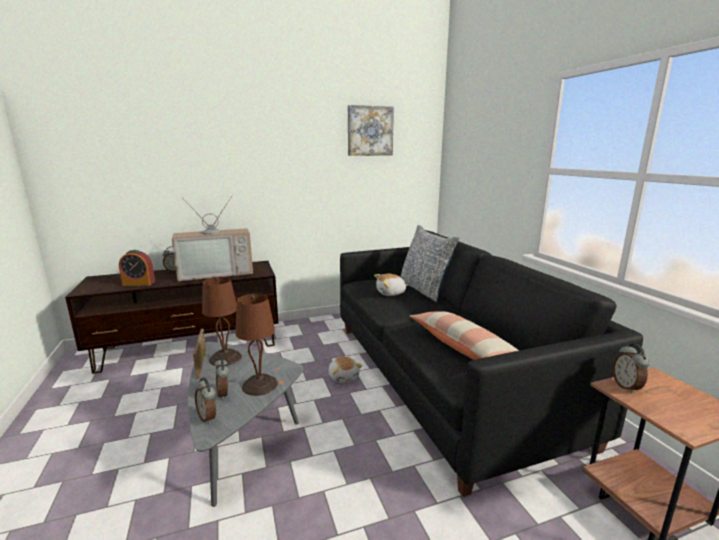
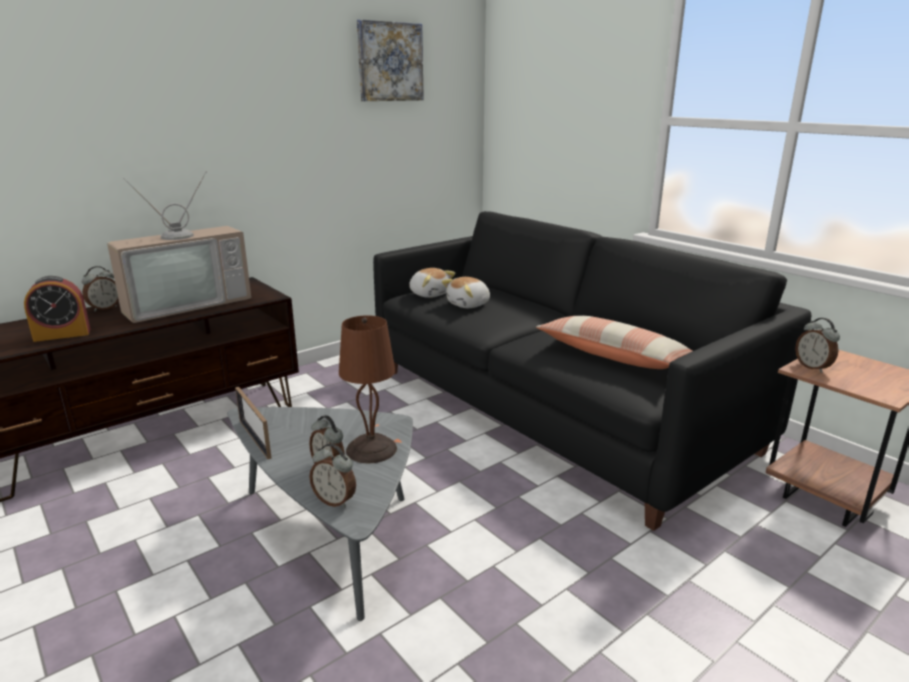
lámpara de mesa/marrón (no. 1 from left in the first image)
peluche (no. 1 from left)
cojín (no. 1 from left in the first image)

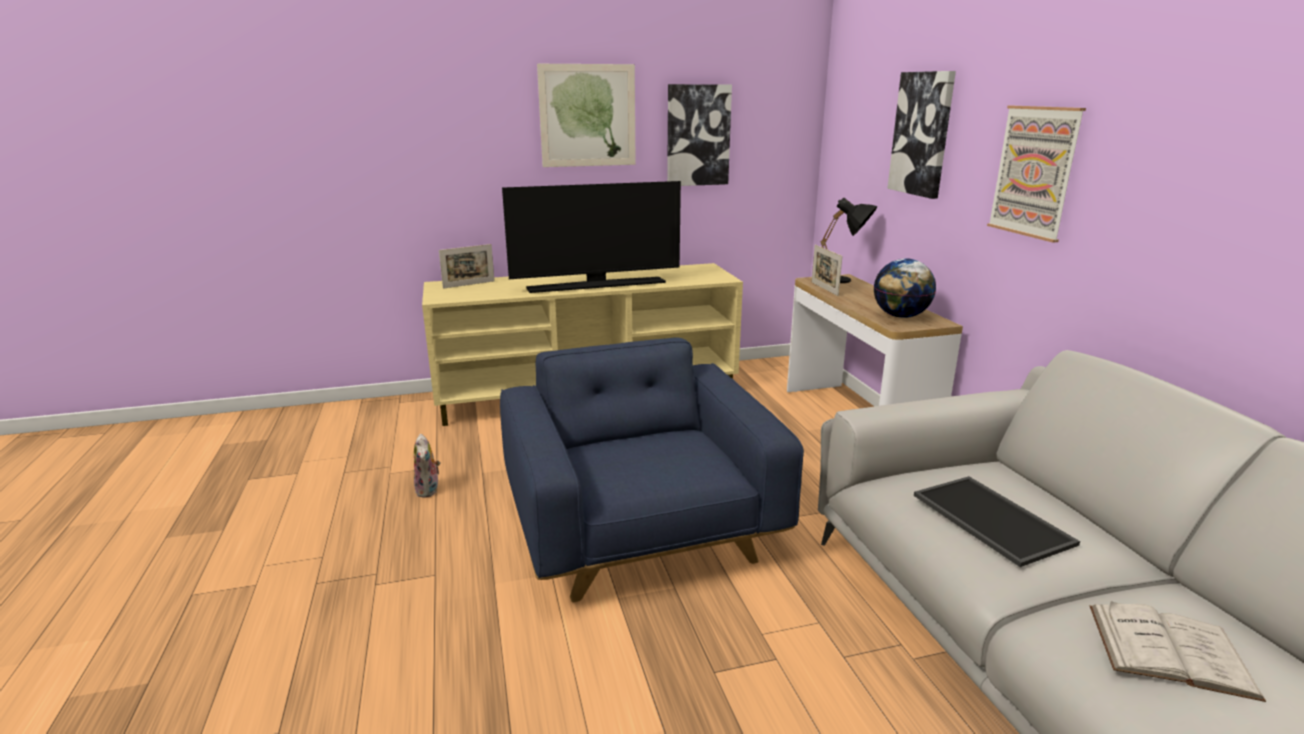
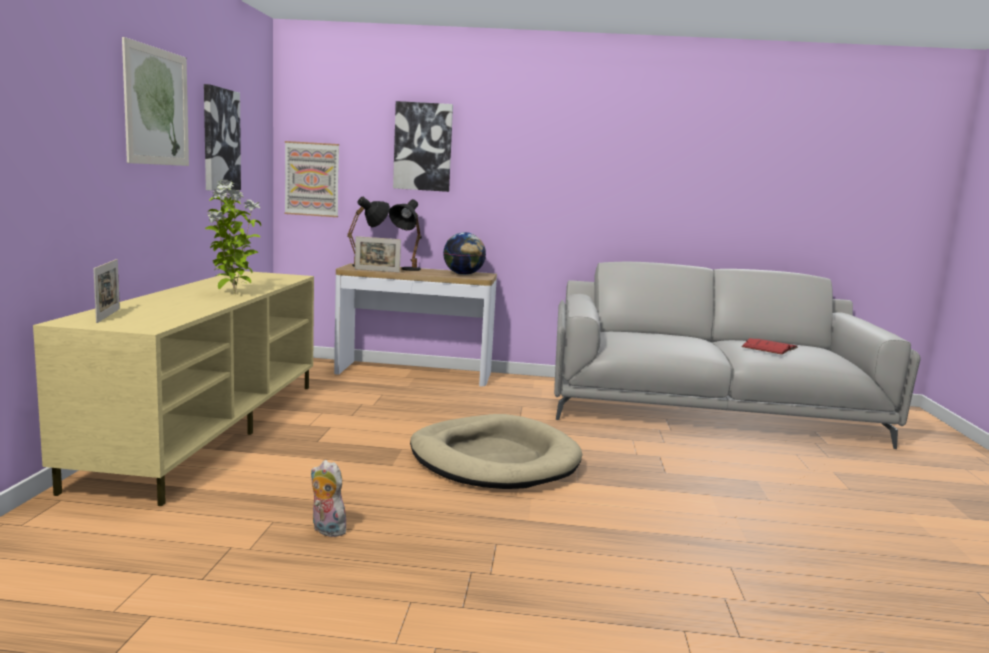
peluche
cama para perro/beis
planta en maceta
bandeja
cuadro (no. 3 from left)
libro/rojo
lámpara de mesa/negro (no. 2 from left)

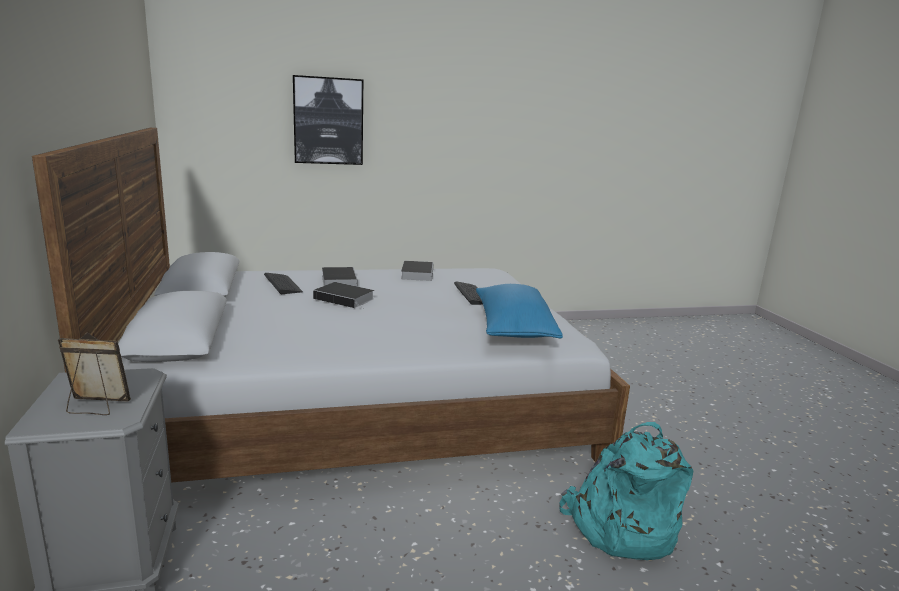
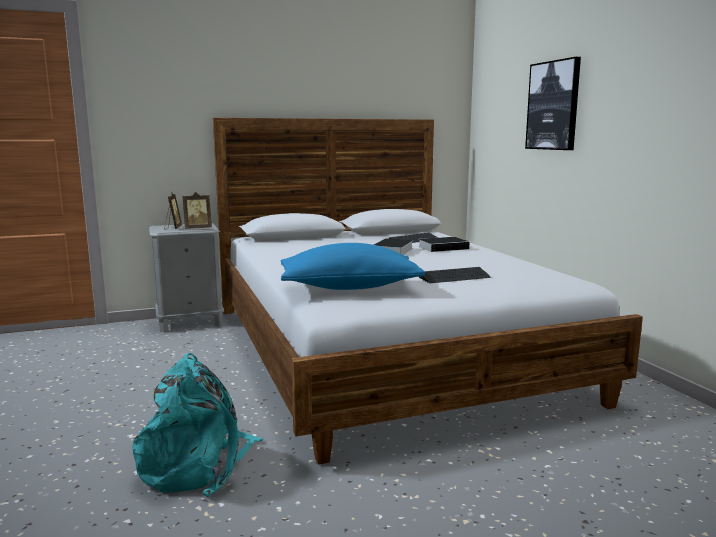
libro (no. 3 from left in the first image)
portarretratos (no. 2 from left)

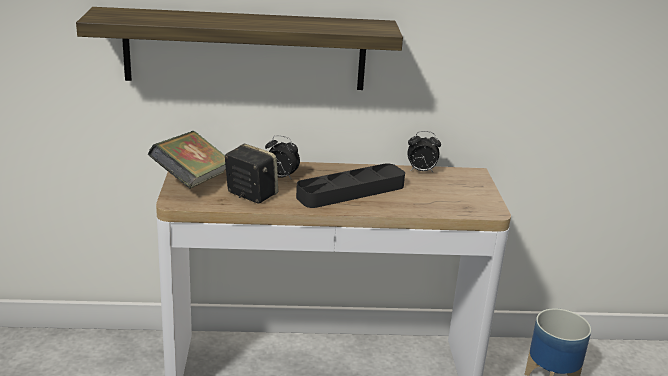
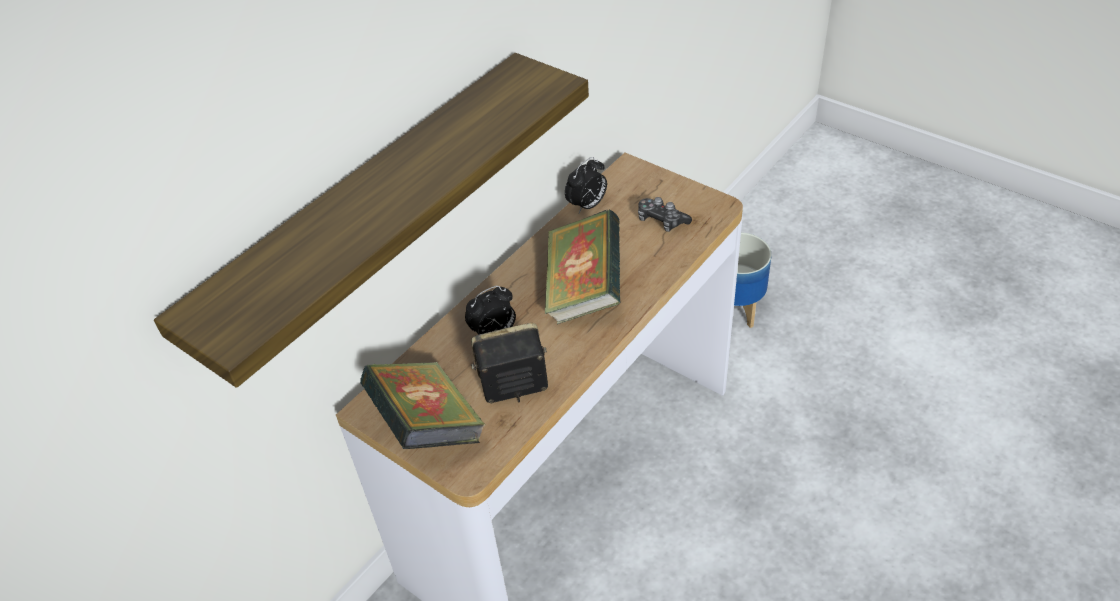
libro (no. 2 from left)
mando de consola

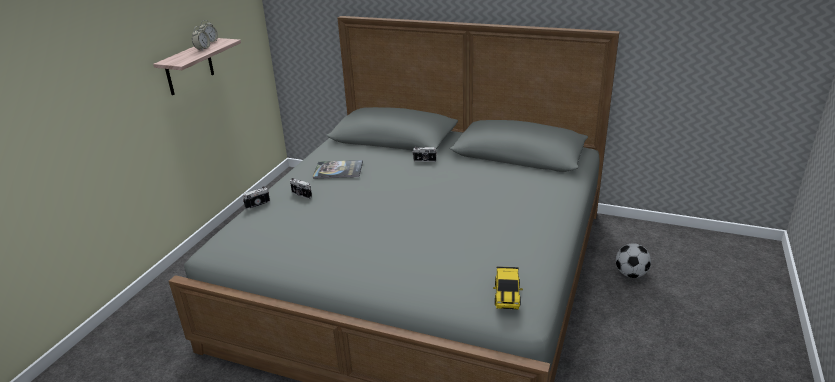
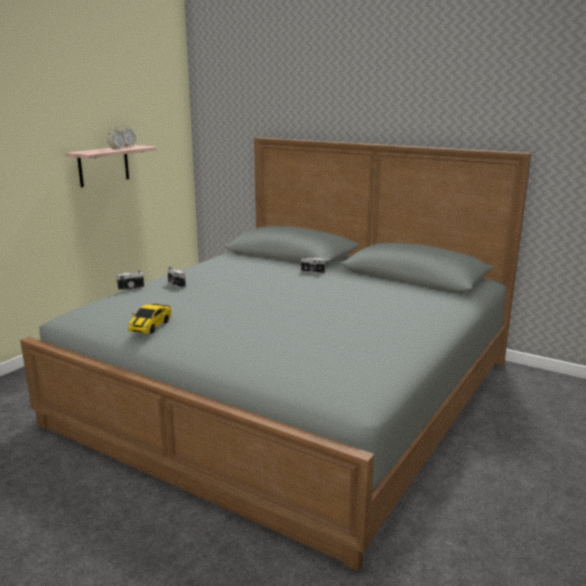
libro
coche de juguete
balón de fútbol

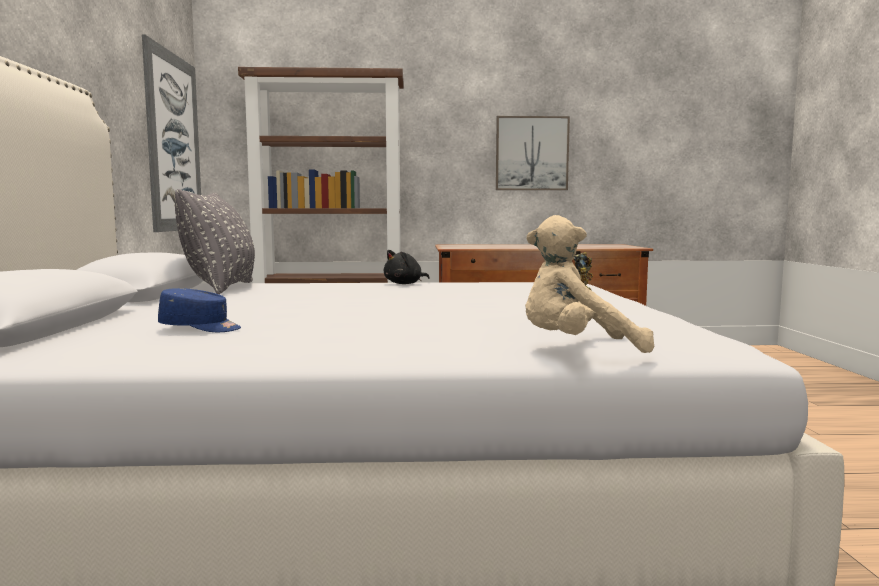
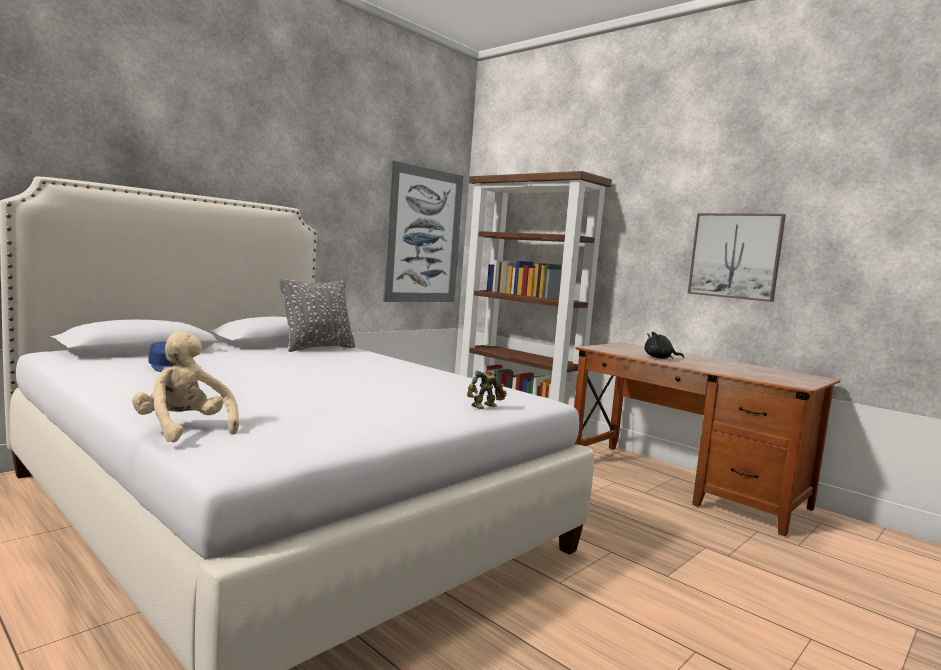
peluche/negro

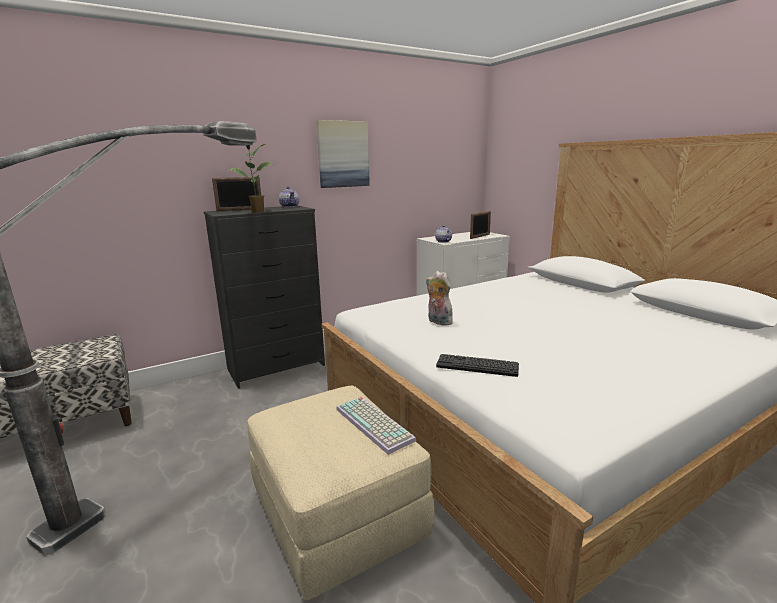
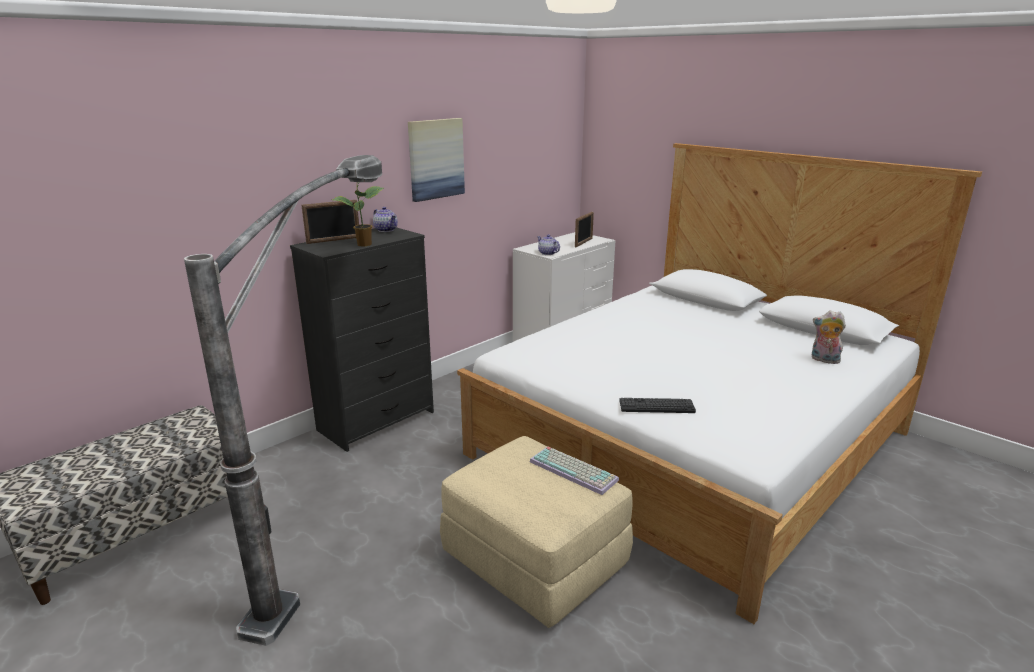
peluche

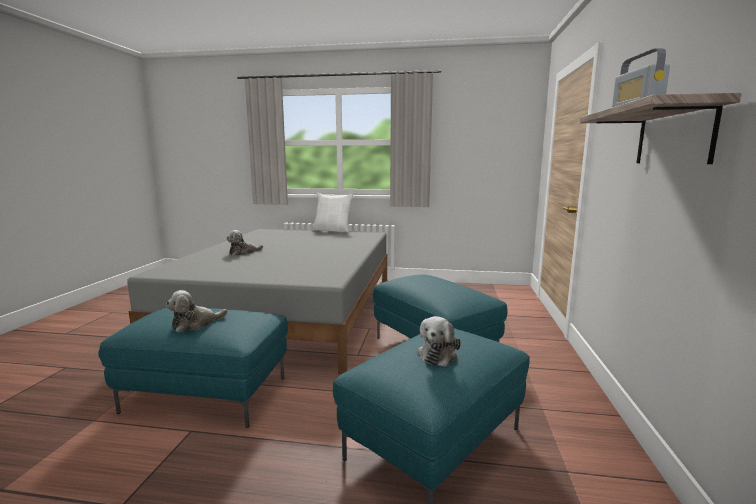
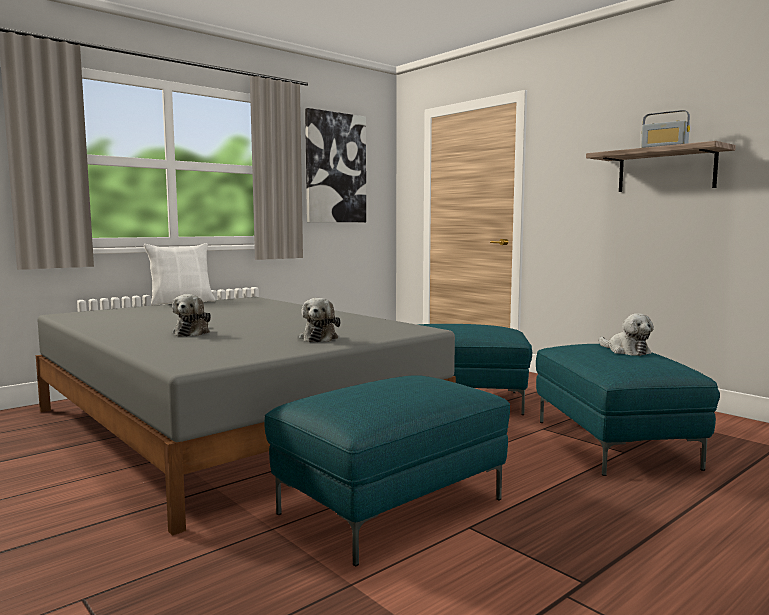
peluche (no. 2 from left)
cuadro

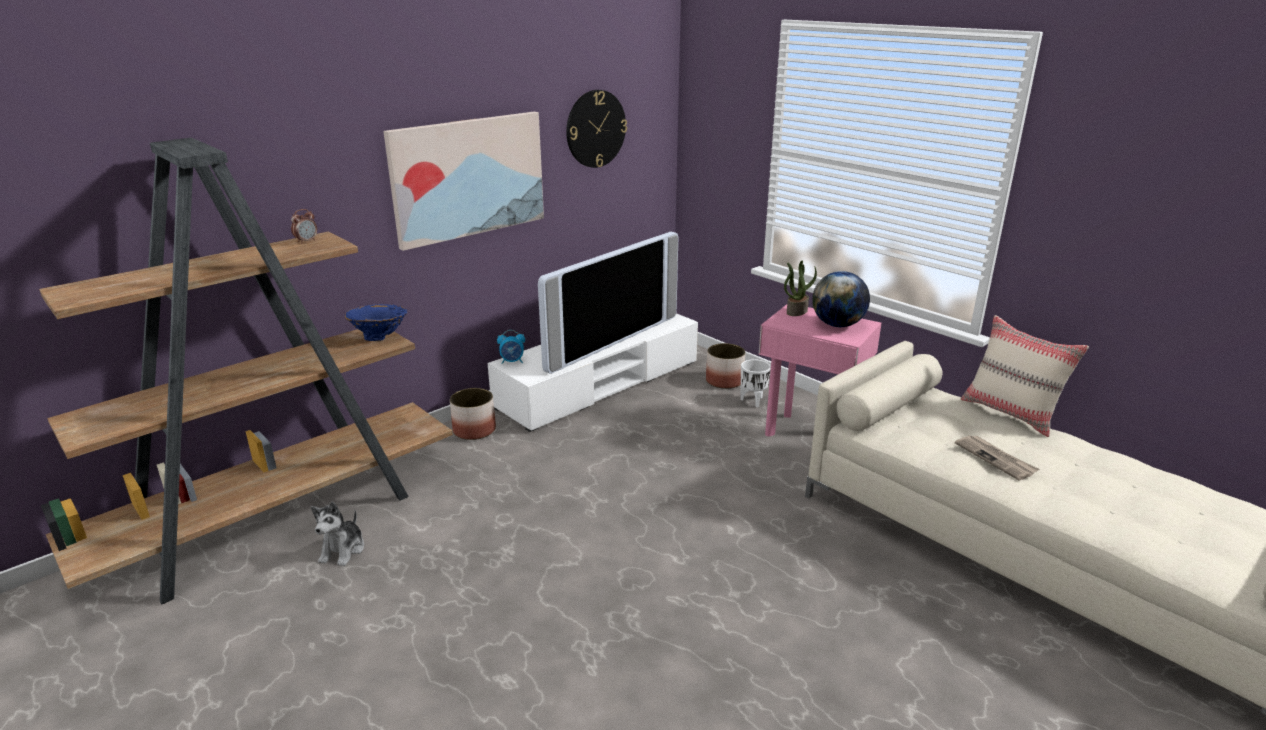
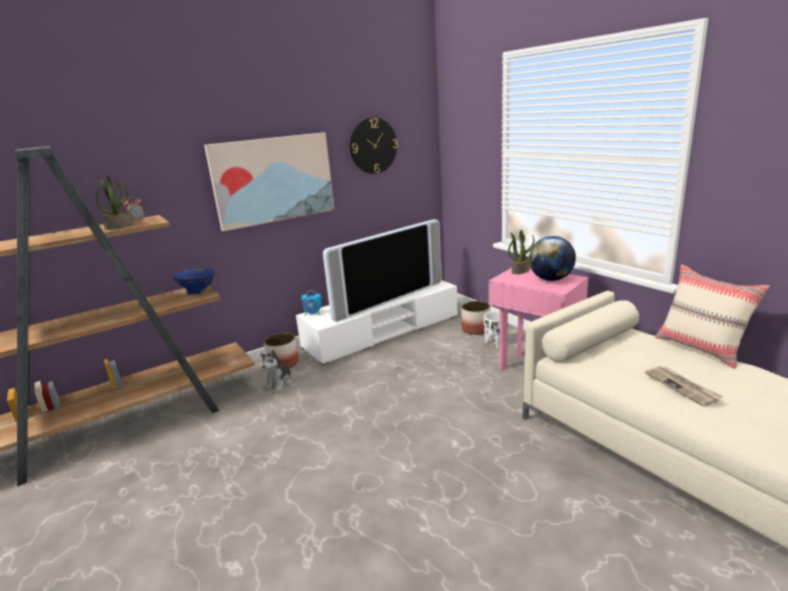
peluche
planta en maceta (no. 1 from left)

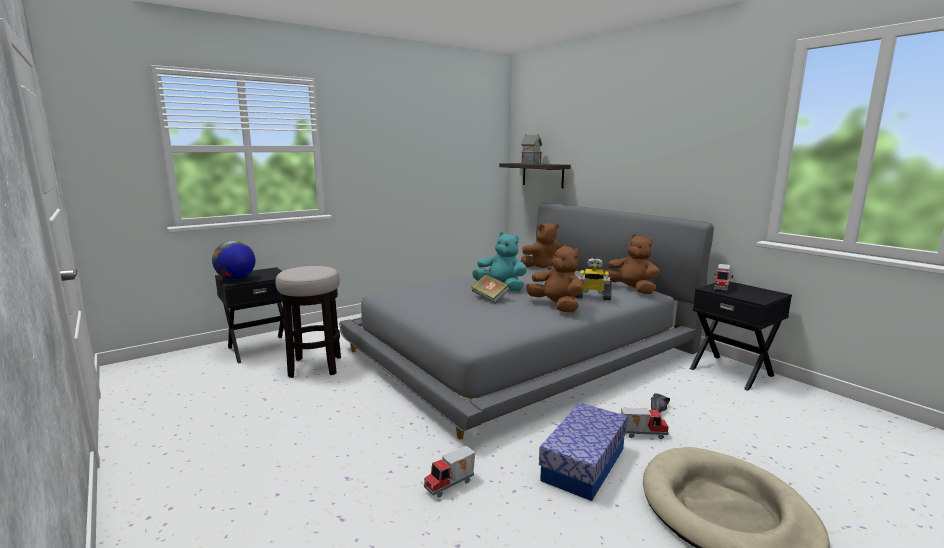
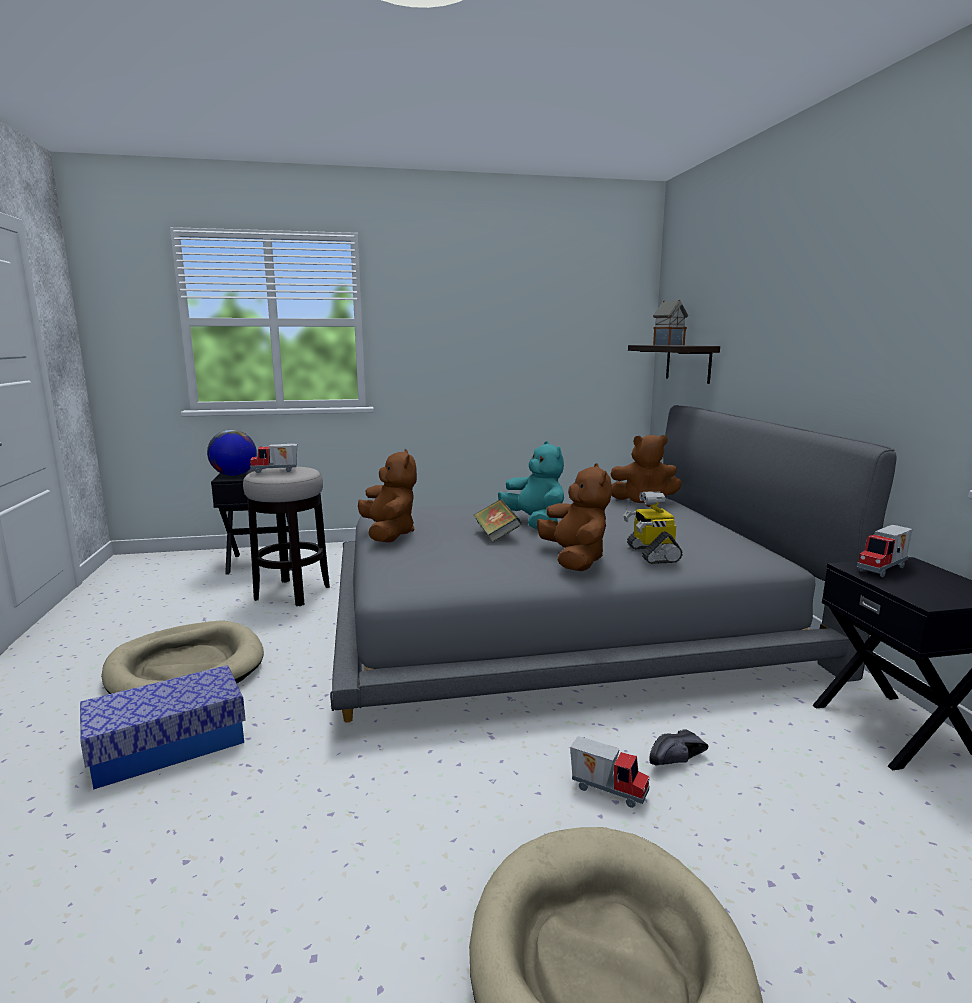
camión de juguete (no. 1 from left)
caja de almacenaje
robot de juguete
peluche/marrón (no. 1 from left)
cama para perro/beis (no. 1 from left)

